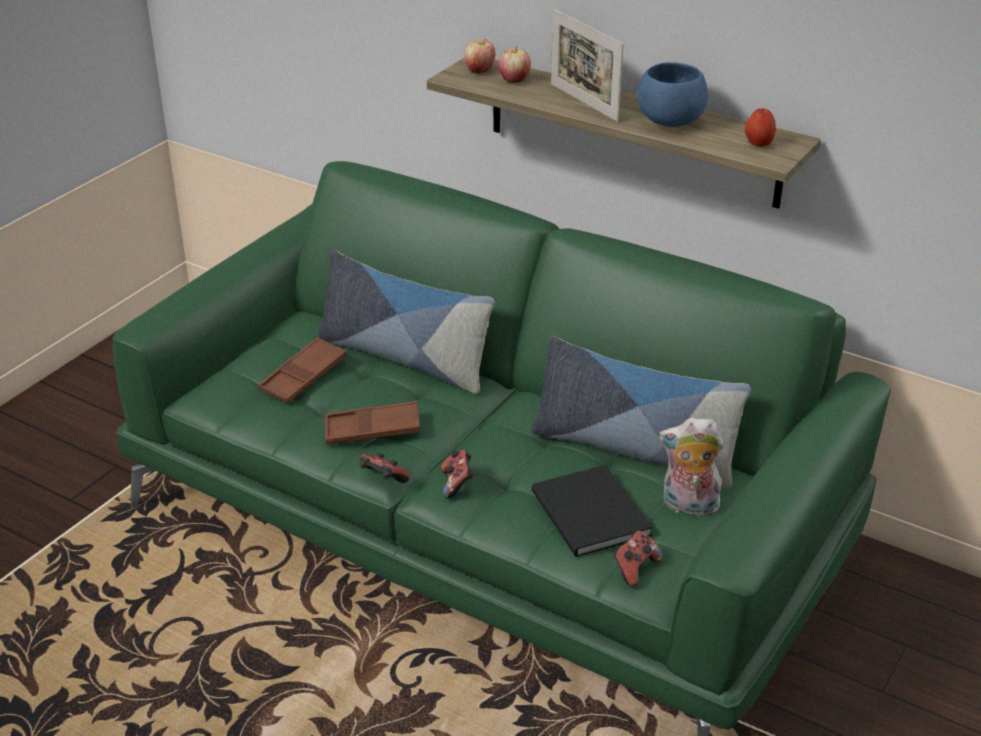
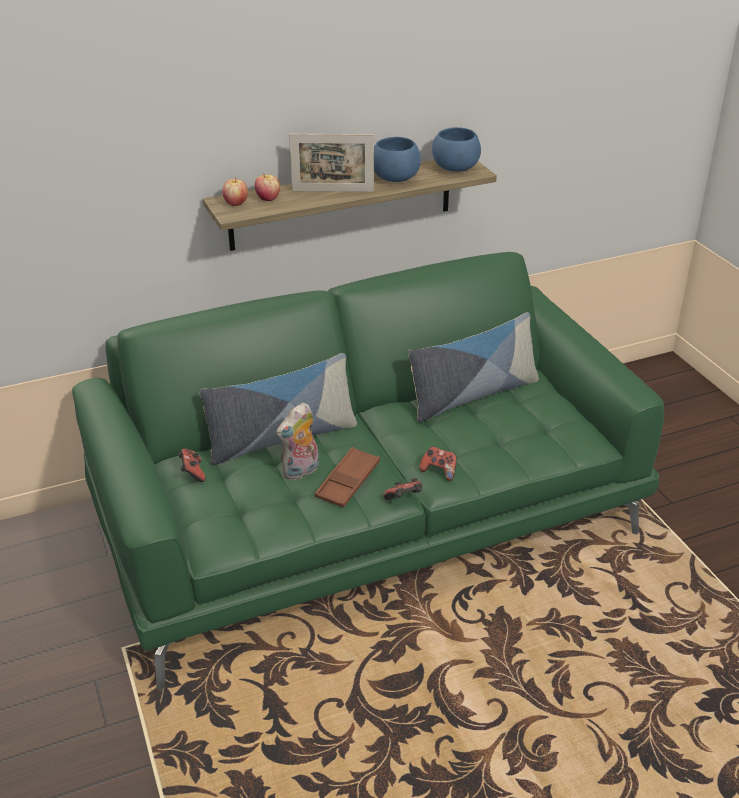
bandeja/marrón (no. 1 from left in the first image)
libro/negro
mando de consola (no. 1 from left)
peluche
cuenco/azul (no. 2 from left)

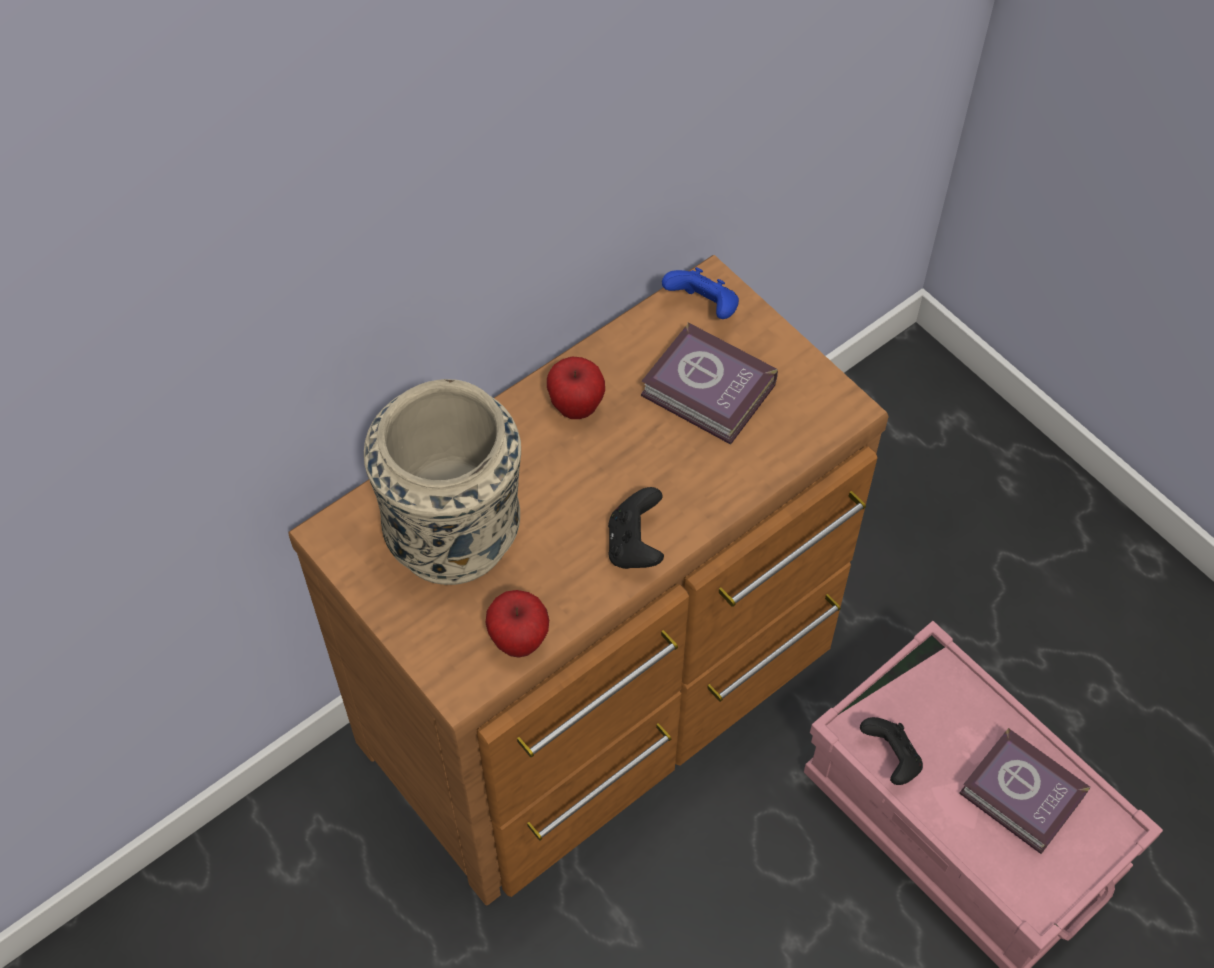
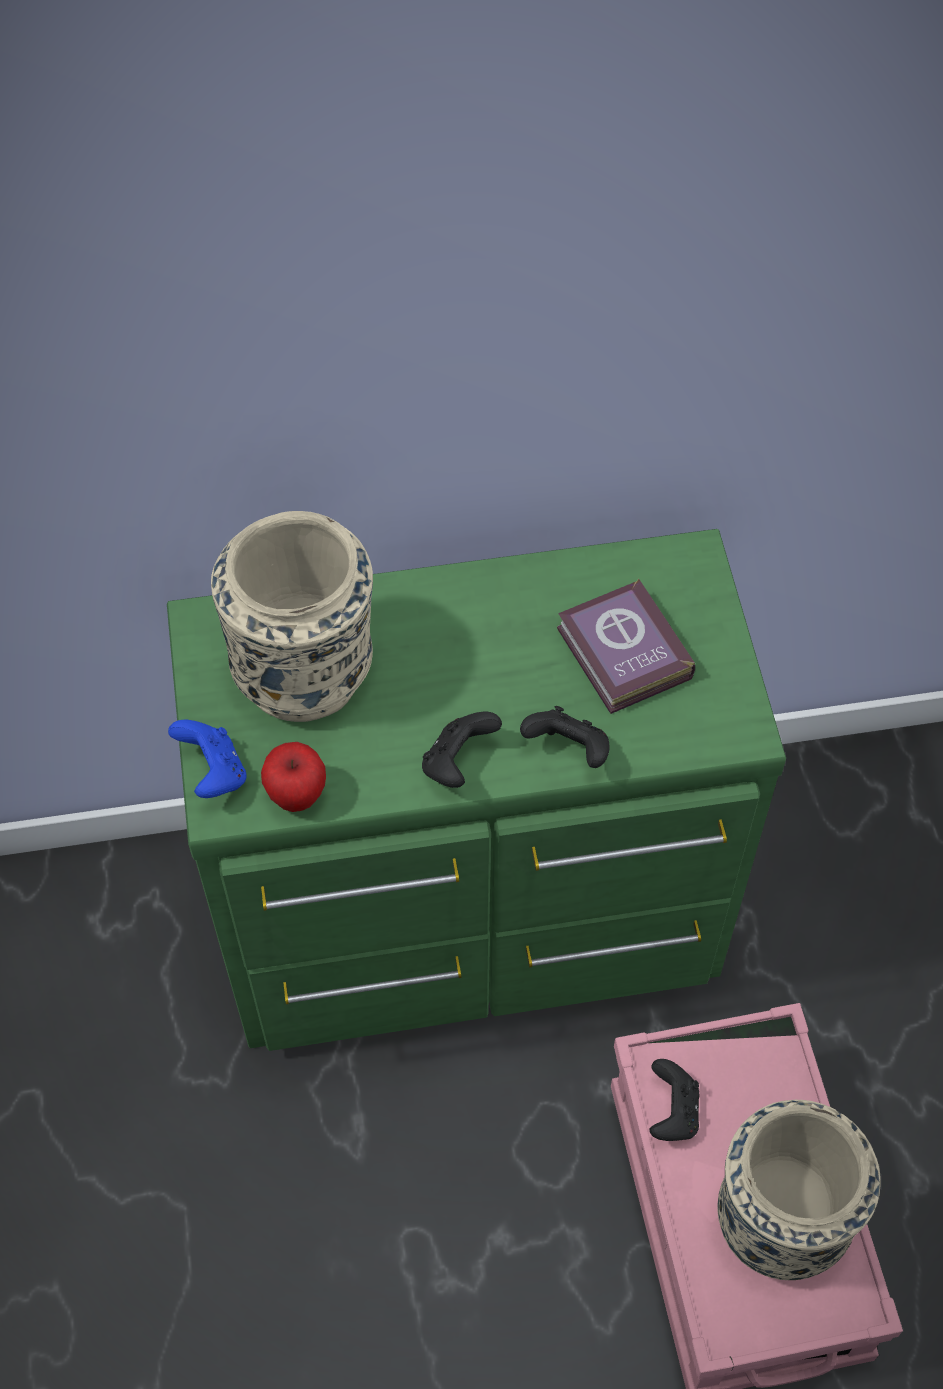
cómoda/verde
manzana (no. 2 from left in the first image)
mando de consola/azul
florero/beis (no. 2 from left)
mando de consola/negro (no. 2 from left)

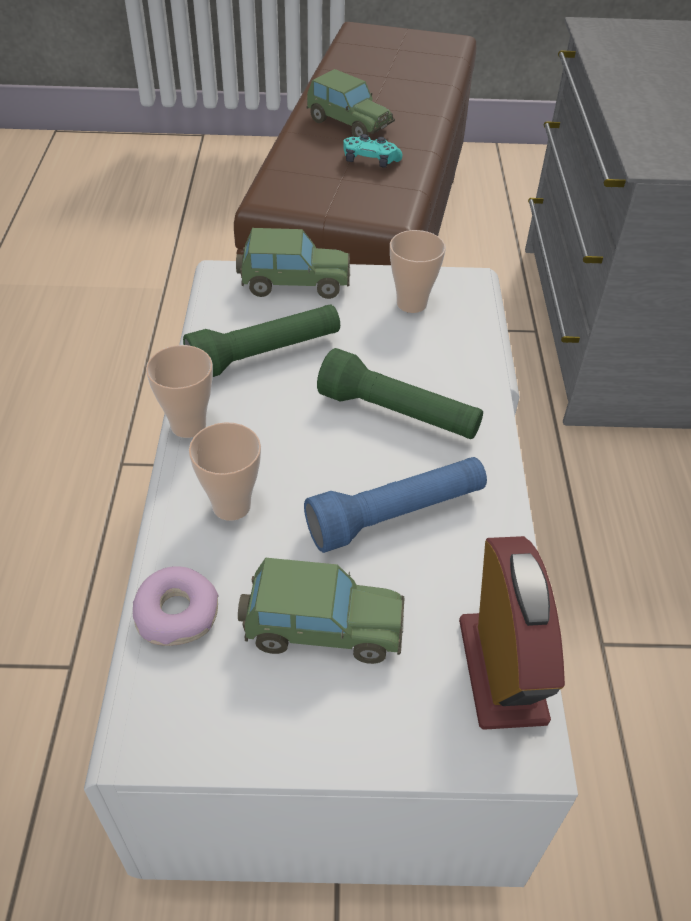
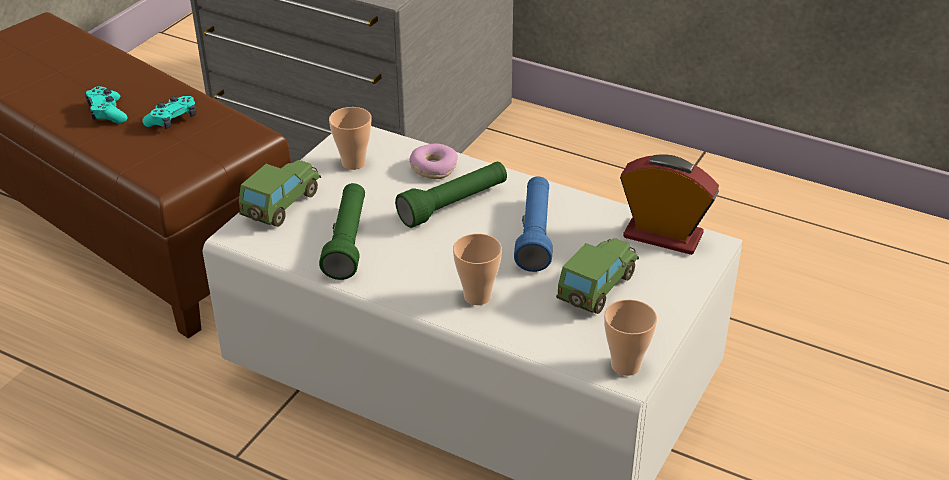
rosquilla
taza (no. 3 from left)
mando de consola/turquesa (no. 1 from left)

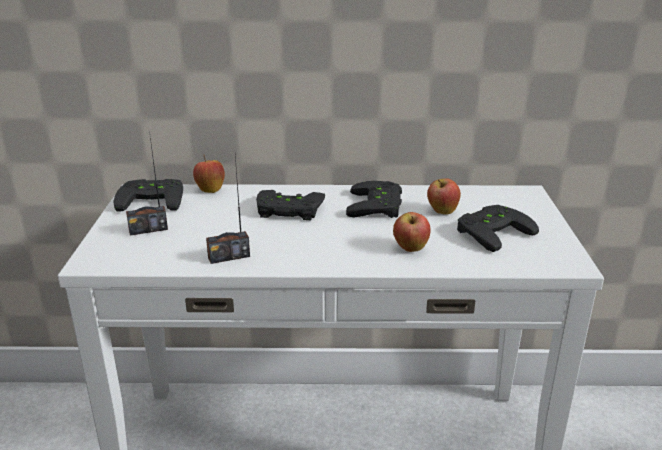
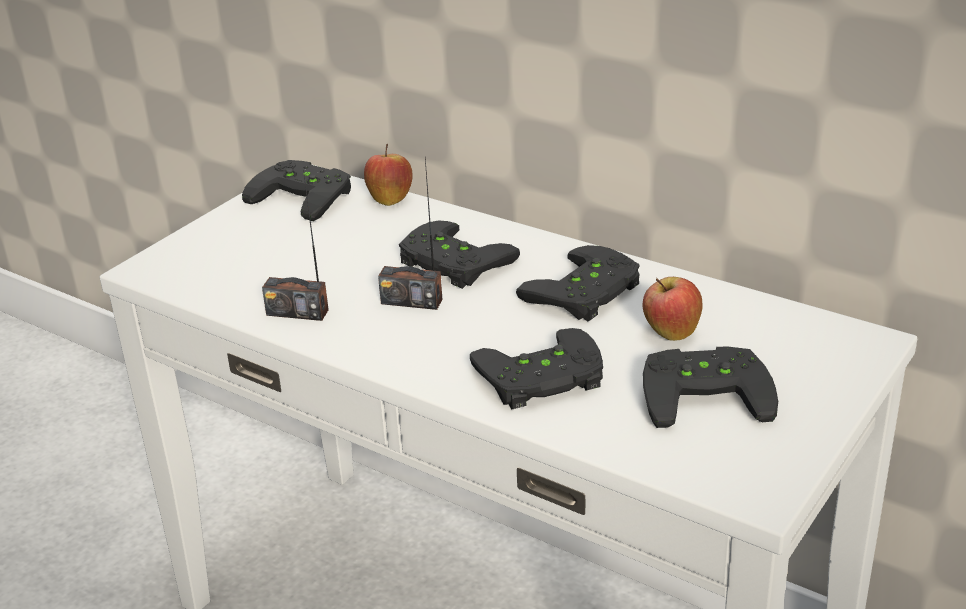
radio (no. 2 from left)
mando de consola/negro (no. 3 from left)

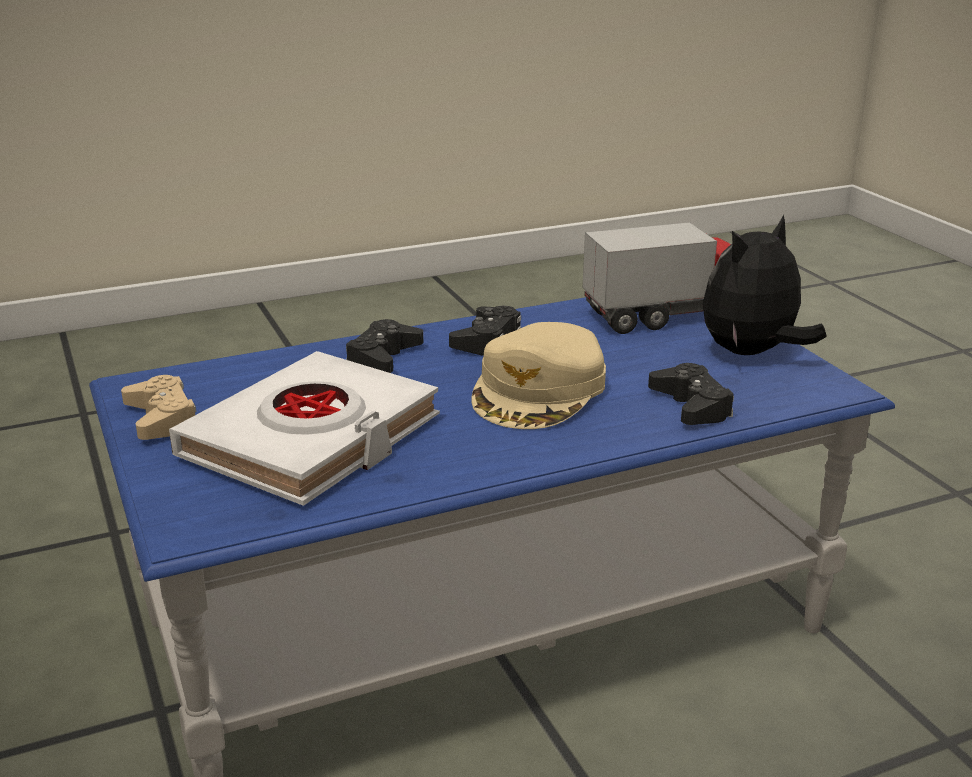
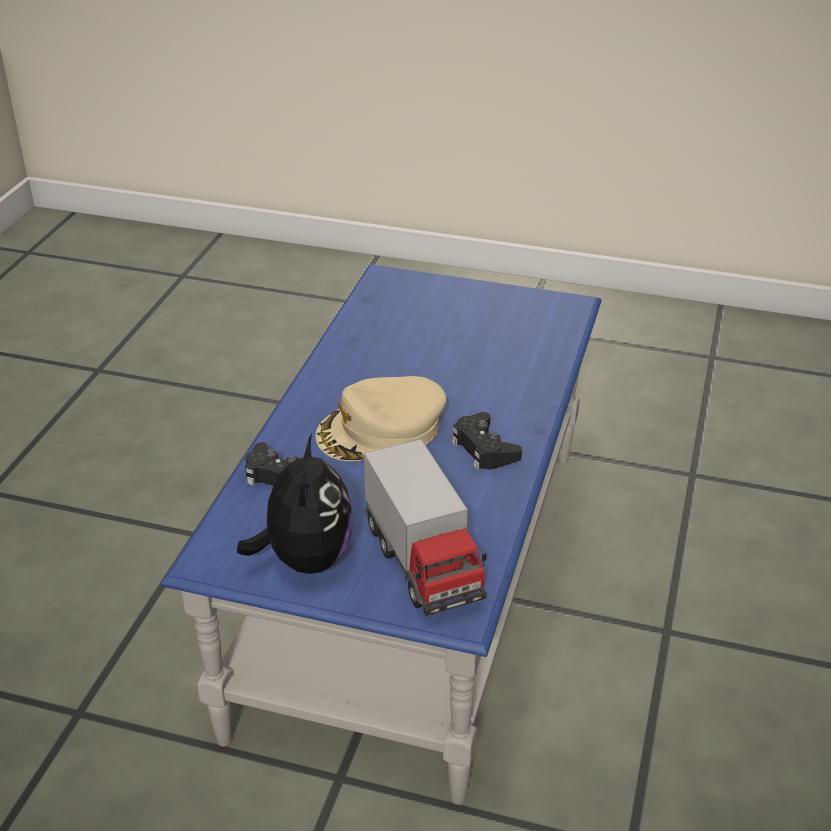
mando de consola/beis
libro/blanco
mando de consola/negro (no. 1 from left in the first image)
gorra/beis
camión de juguete

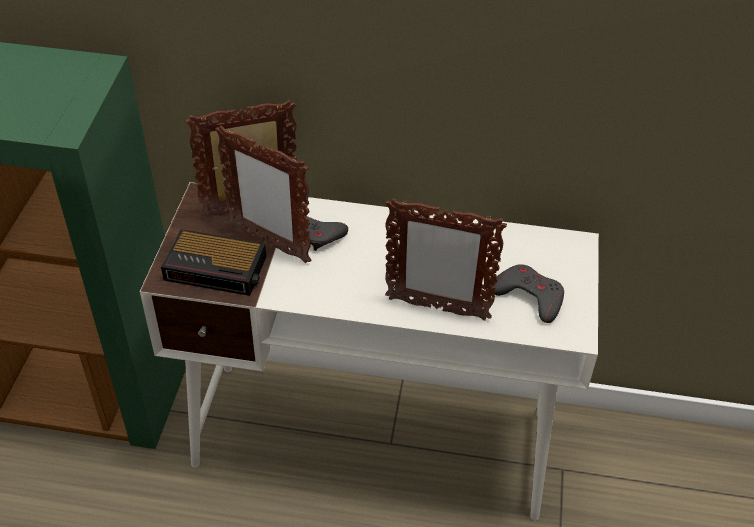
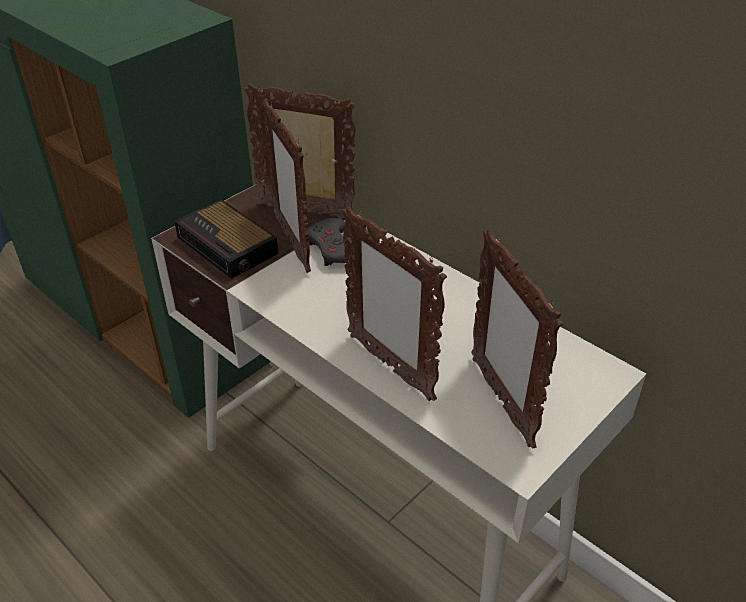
portarretratos (no. 4 from left)

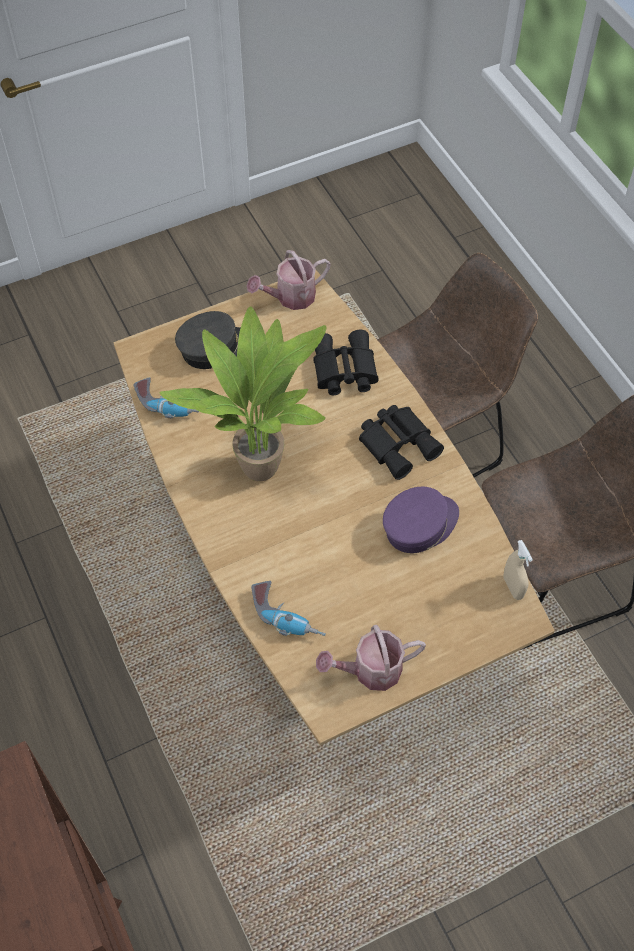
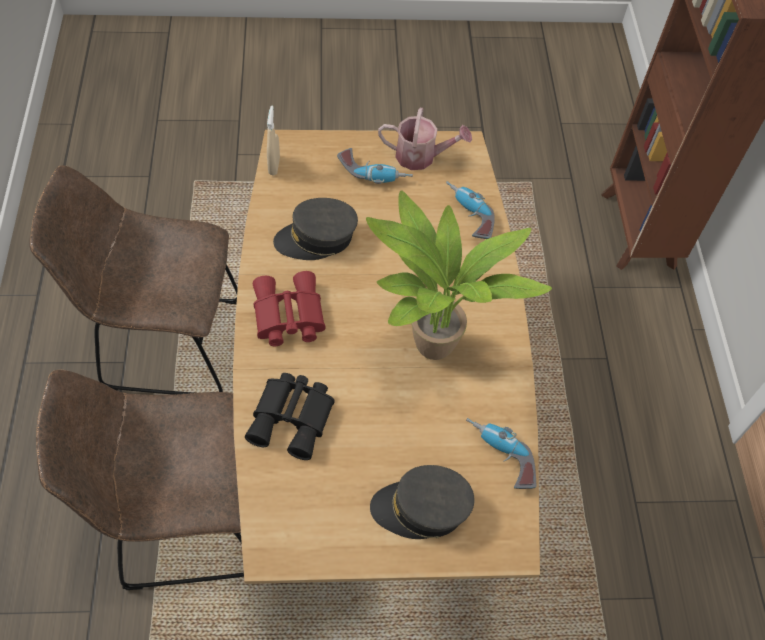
regadera (no. 1 from left in the first image)
prismáticos/rojo
gorra/gris (no. 1 from left)
taladro (no. 1 from left)

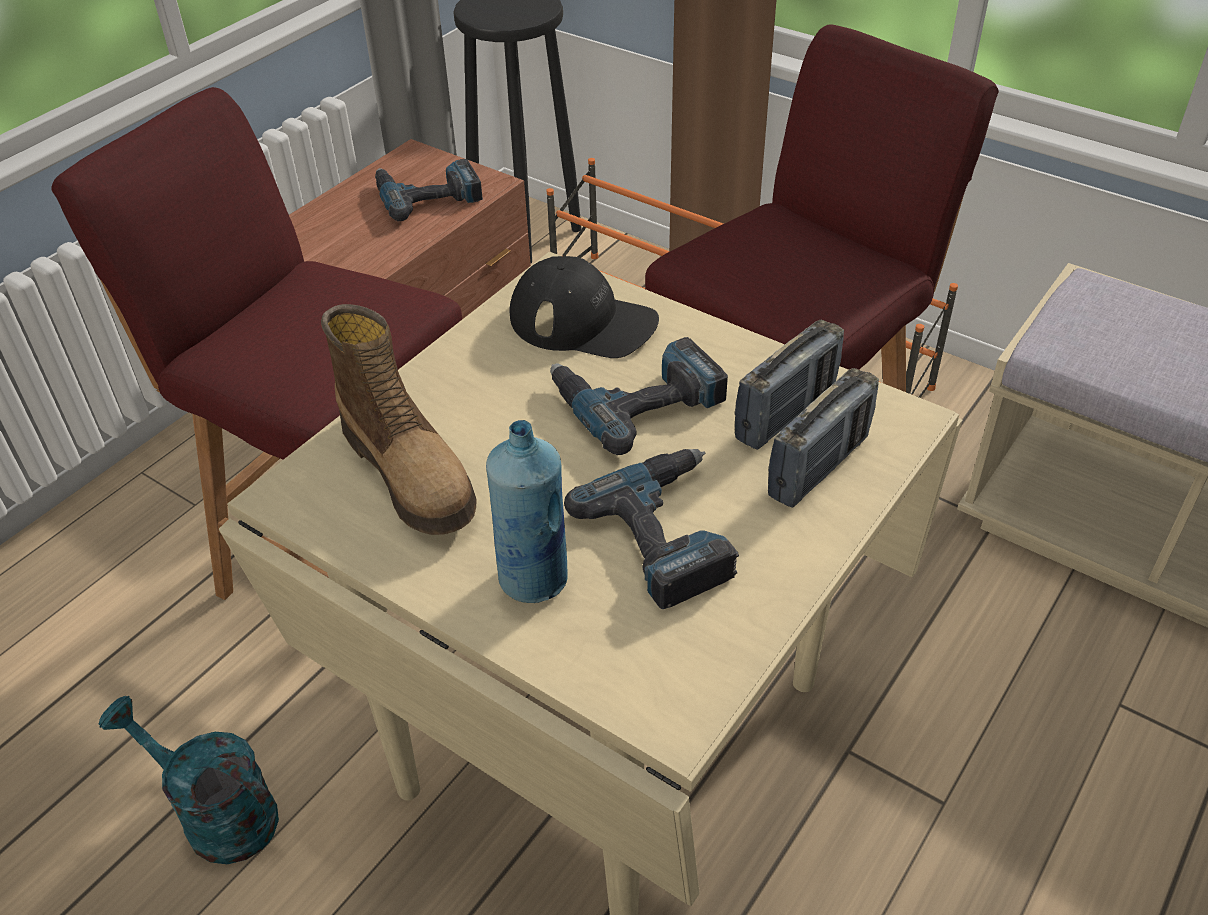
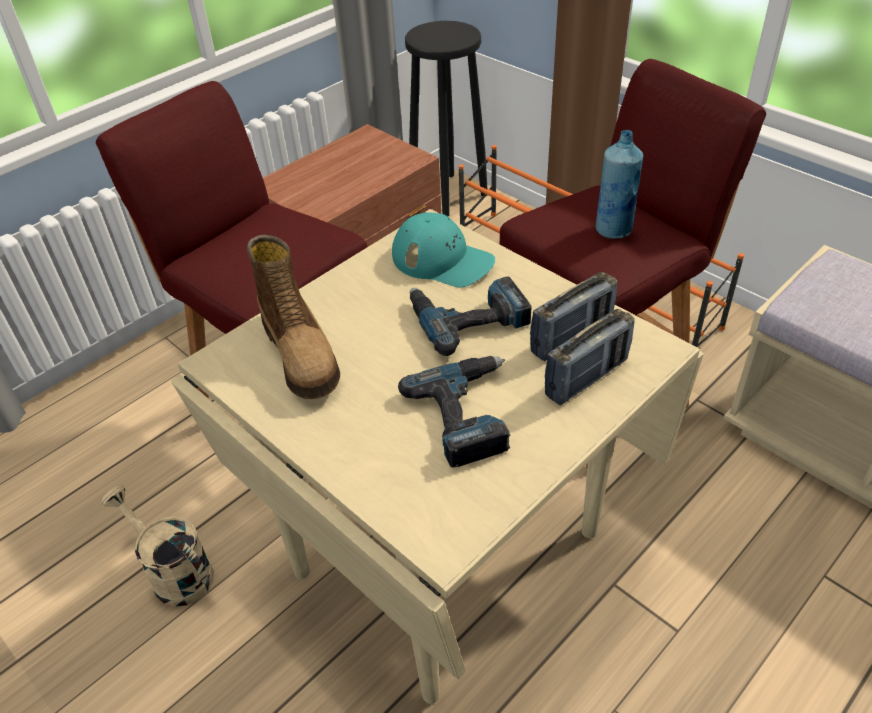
regadera/beis
taladro (no. 1 from left in the first image)
botella/azul
gorra/turquesa

